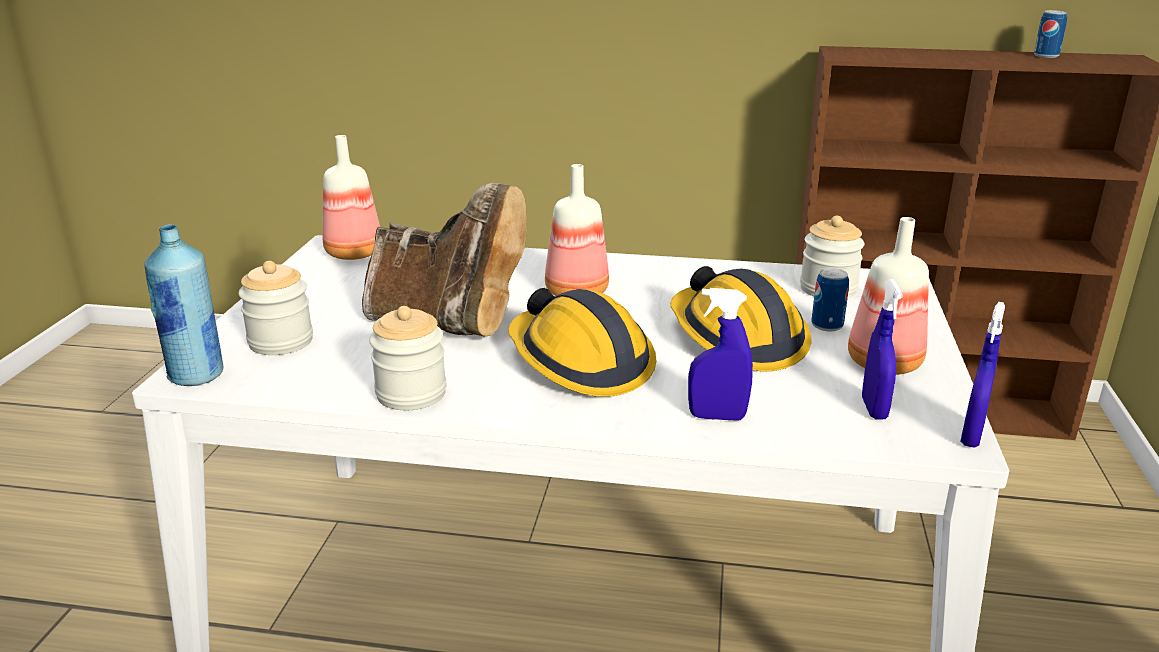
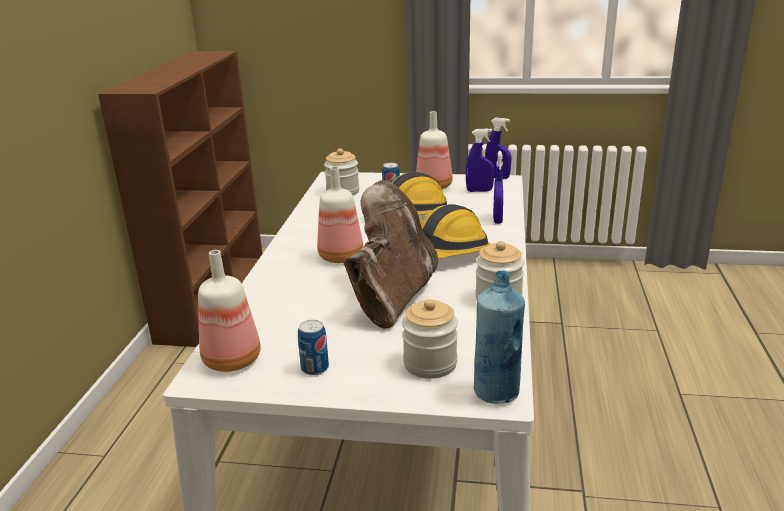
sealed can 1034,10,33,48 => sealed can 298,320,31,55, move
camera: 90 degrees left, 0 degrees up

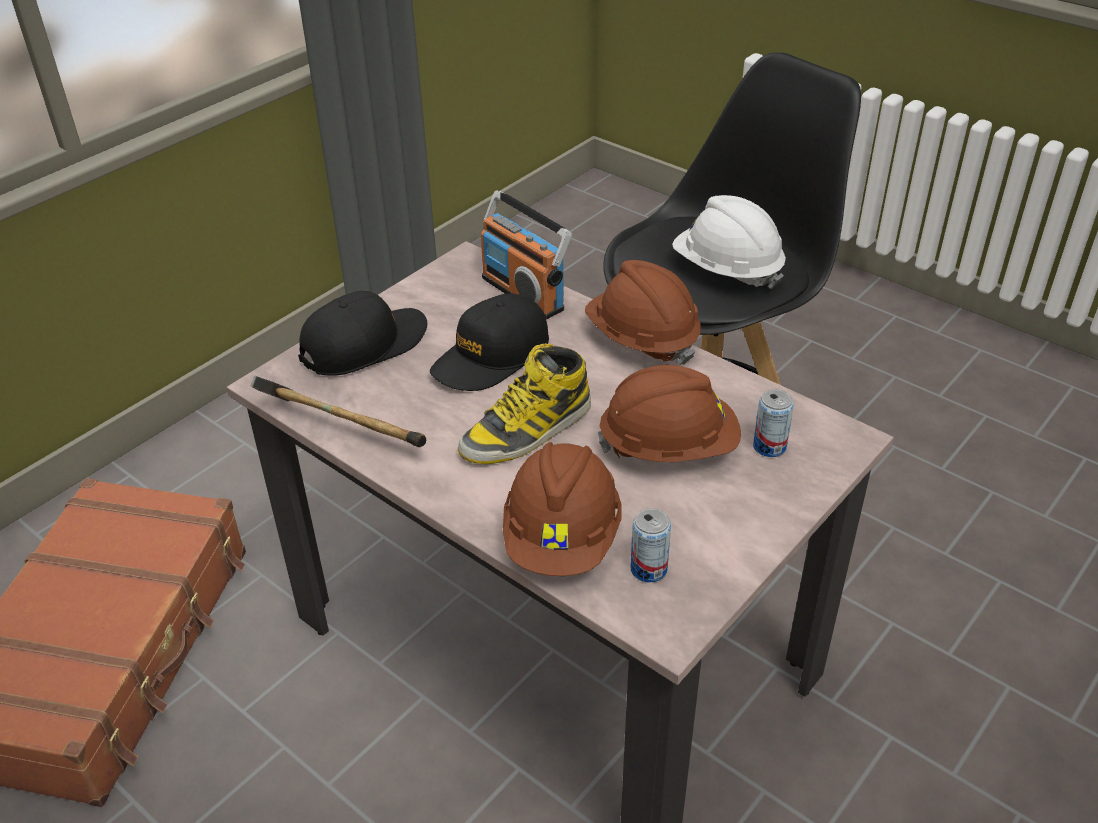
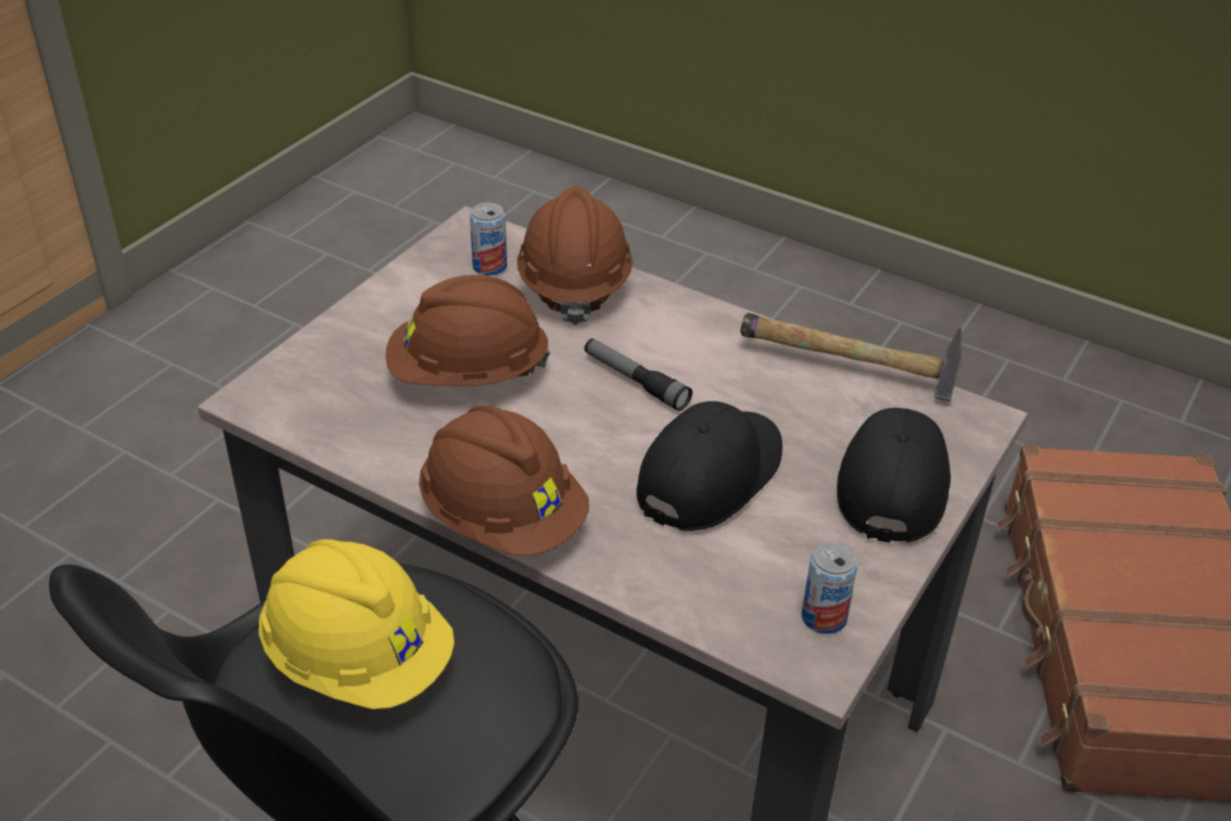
peaked cap (black) 298,291,129,85 => peaked cap (black) 837,408,114,135, 150 degrees clockwise
tall boot 458,343,133,121 => flashlight 584,338,109,73
radio 481,190,91,129 => nothing
hard hat (white-coloured) 672,195,114,94 => hard hat (yellow-coloured) 259,539,195,170
sealed can 753,389,41,68 => sealed can 802,542,56,92, move
camera: 170 degrees right, 0 degrees up

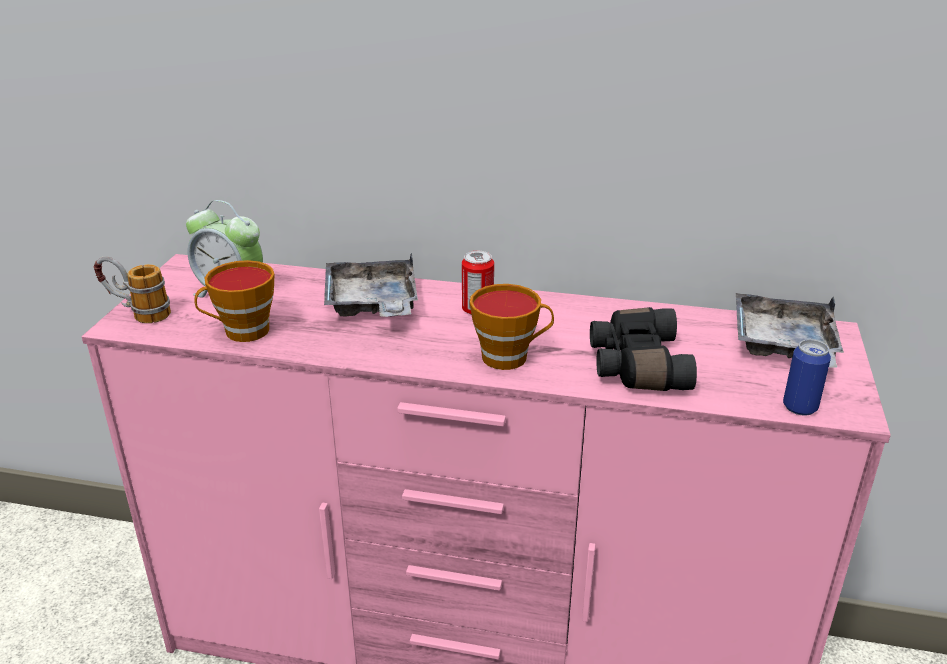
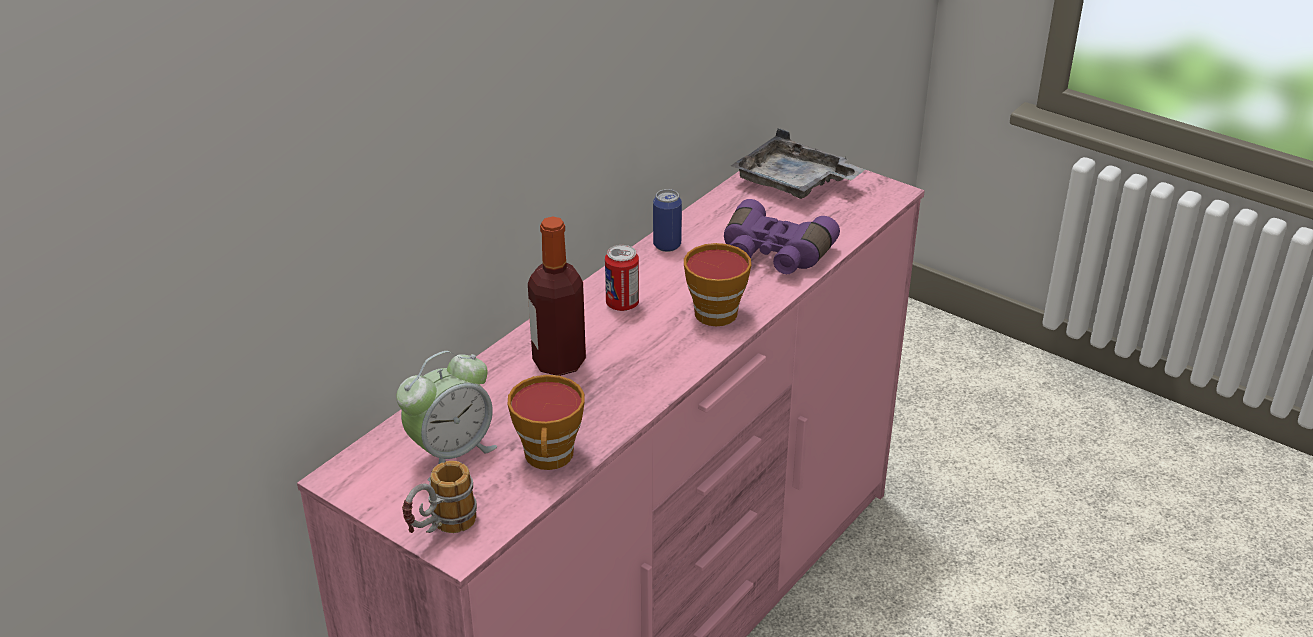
tray (gray) 324,252,94,65 => drink bottle 528,216,58,160
field glasses (black) 590,307,107,84 => field glasses (purple-coloured) 724,199,116,75
sealed can 783,339,48,77 => sealed can 653,189,29,63, move
camera: 65 degrees left, 5 degrees up

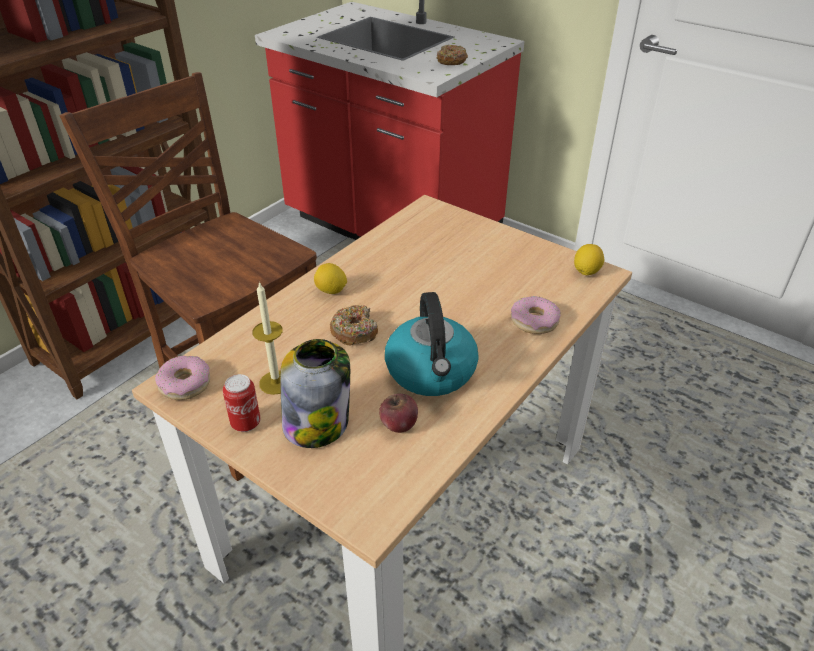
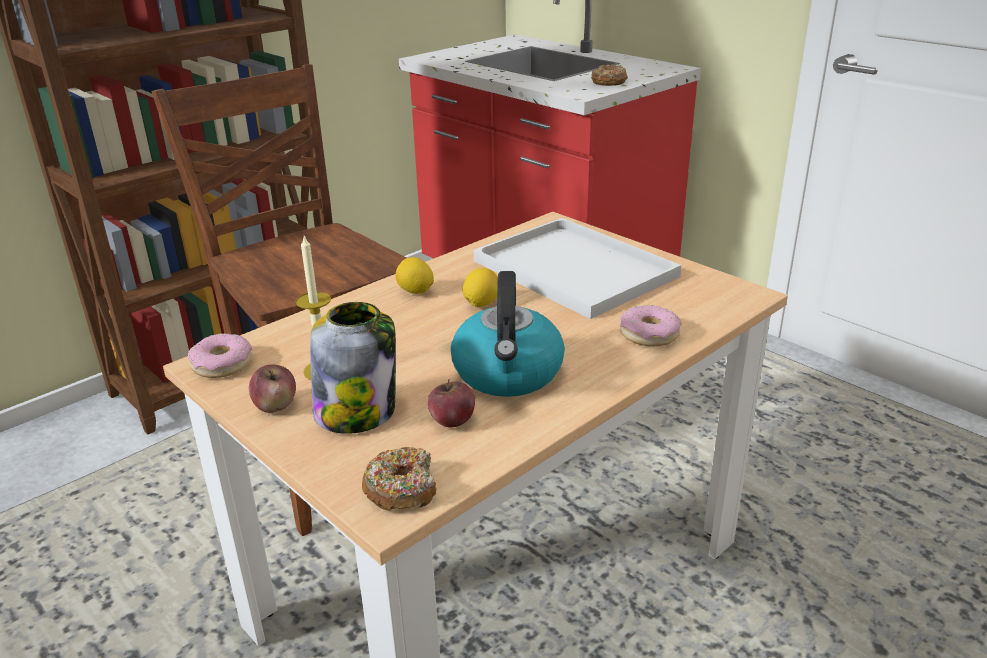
sealed can 223,374,38,58 => apple 249,365,47,48
doughnut 330,305,48,40 => doughnut 362,447,74,64, move
lemon 574,244,30,32 => lemon 463,268,35,39, move
nothing => tray (white-coloured) 474,218,207,101
camera: 10 degrees right, 10 degrees down

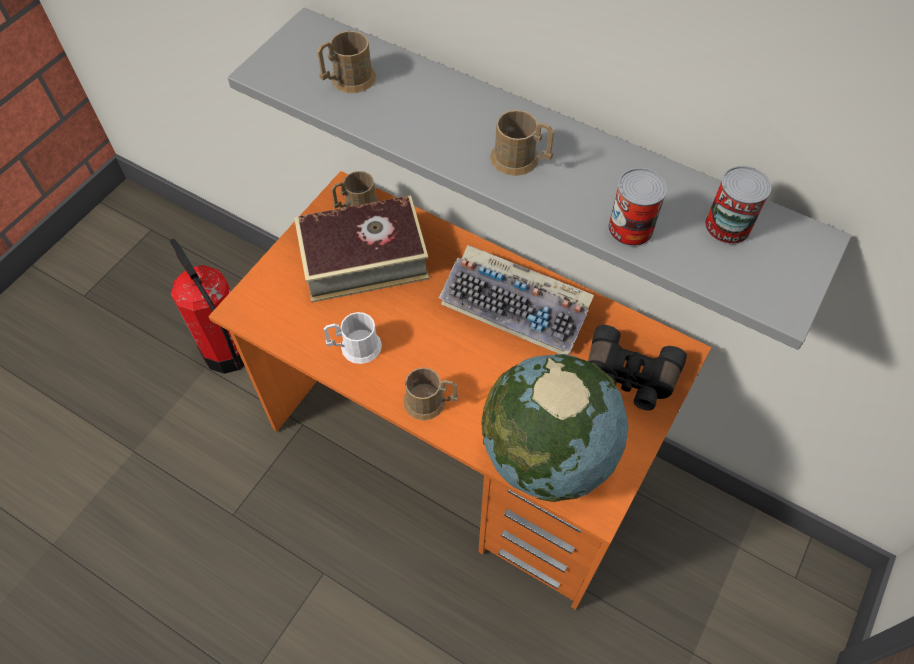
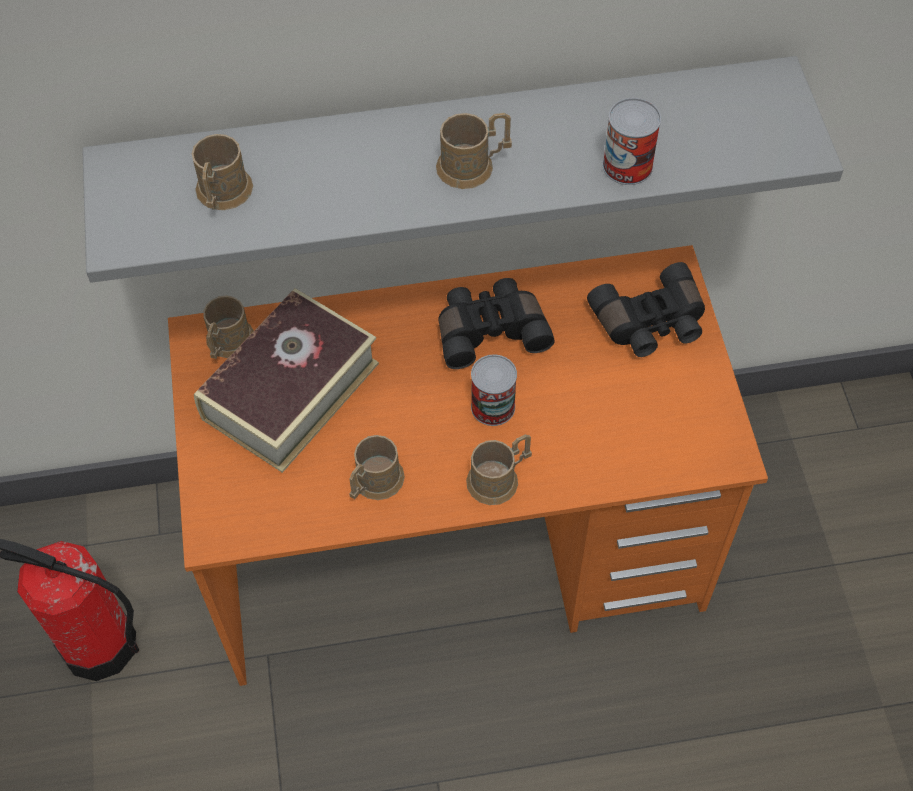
tea mug (white-coloured) 324,312,58,52 => tea mug (brown) 349,435,56,65
PC keyboard 439,245,155,109 => field glasses (black) 439,278,116,91
world globe 481,354,148,148 => nothing
sealed can 705,166,67,79 => sealed can 471,355,46,71, move
camera: 40 degrees left, 0 degrees up

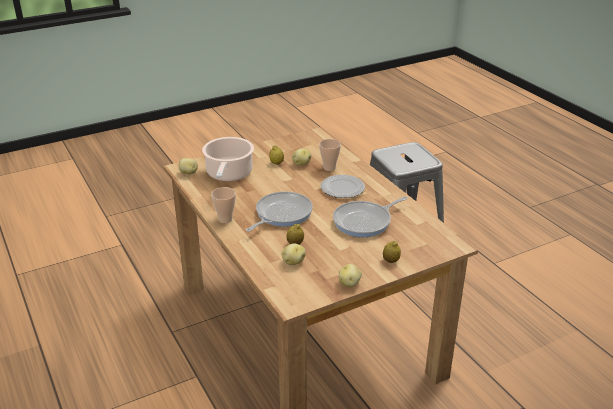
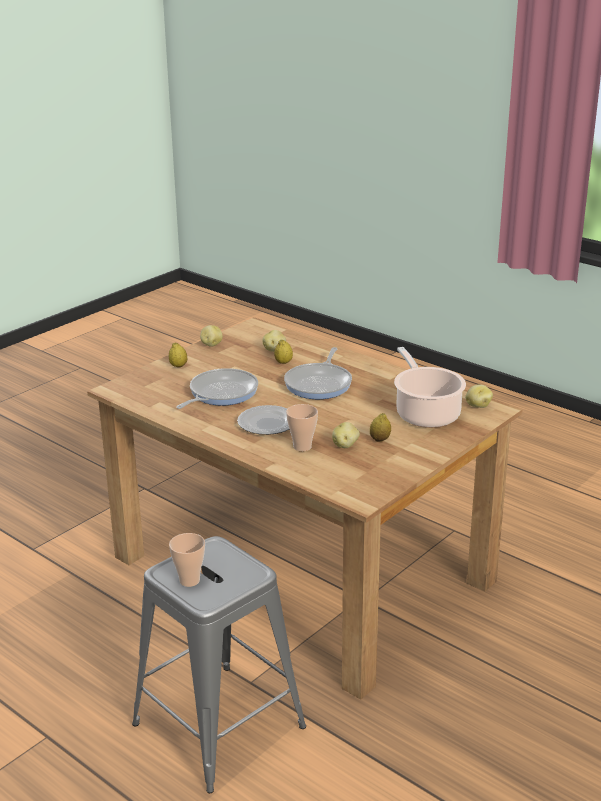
cup 211,187,25,36 => cup 169,533,36,54, move
camera: 160 degrees right, 5 degrees down

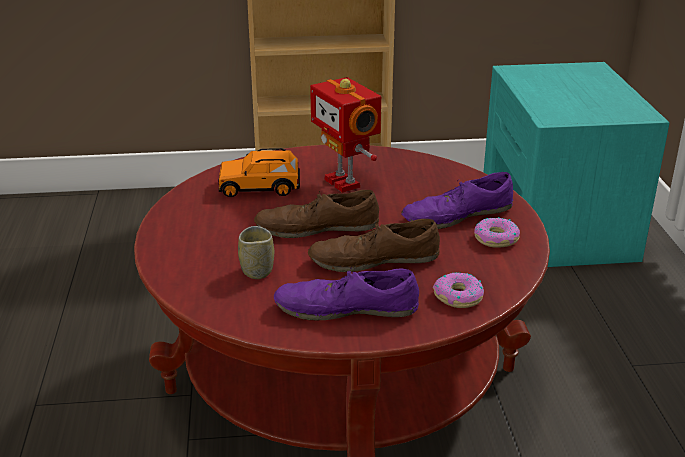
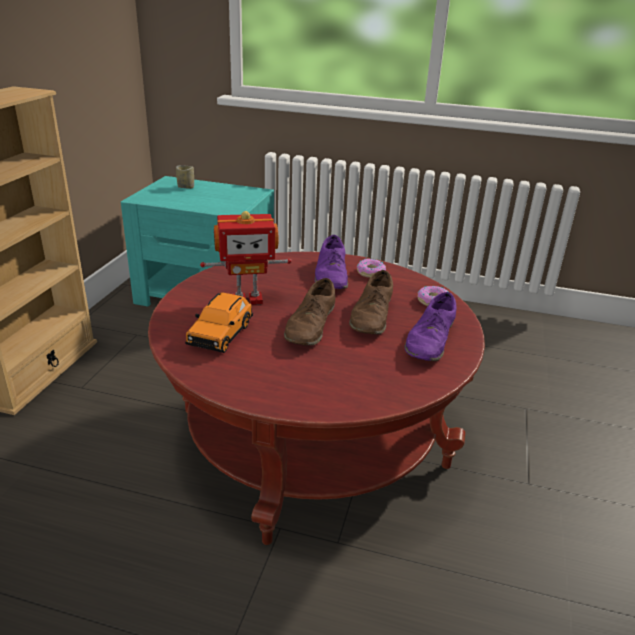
cup 238,226,36,53 => cup 176,165,18,24, move
camera: 70 degrees left, 0 degrees up

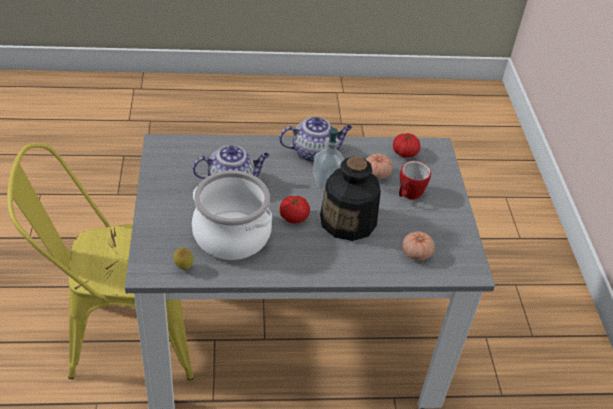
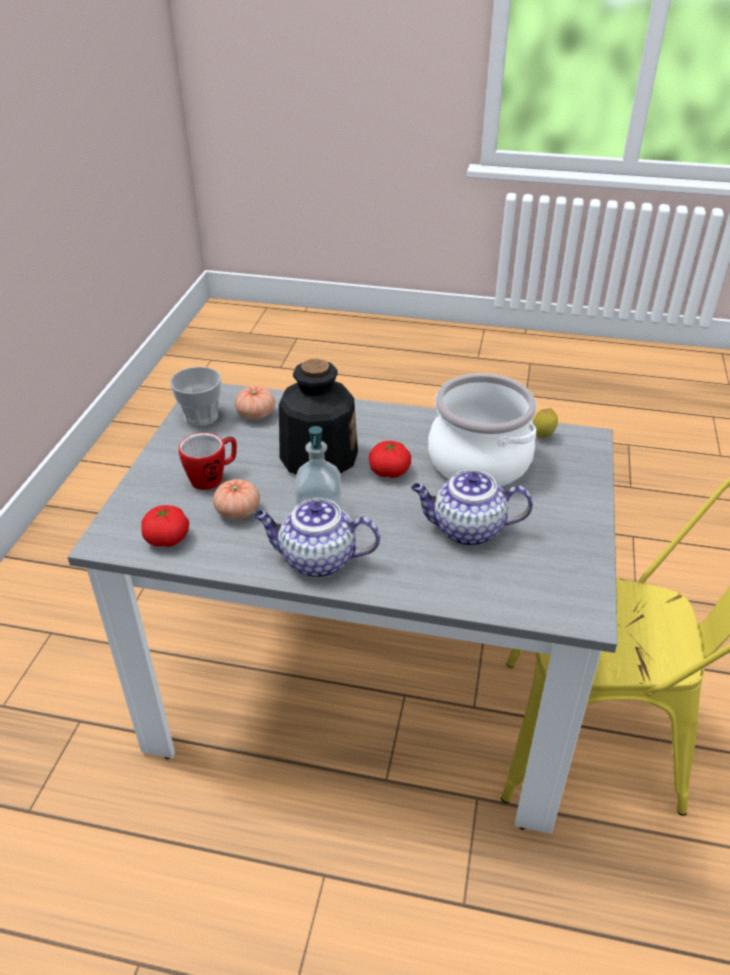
nothing => cup 170,367,51,60
camera: 160 degrees left, 5 degrees down

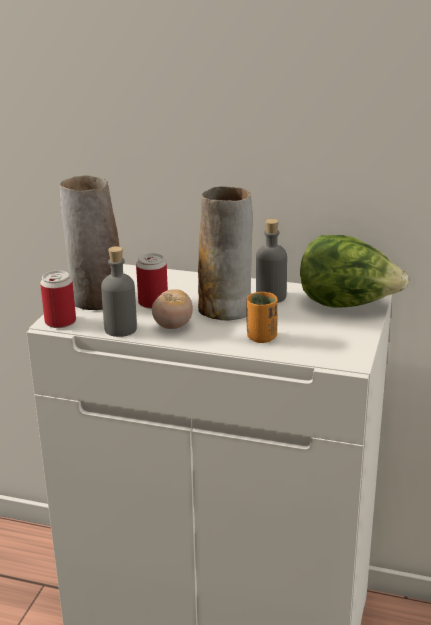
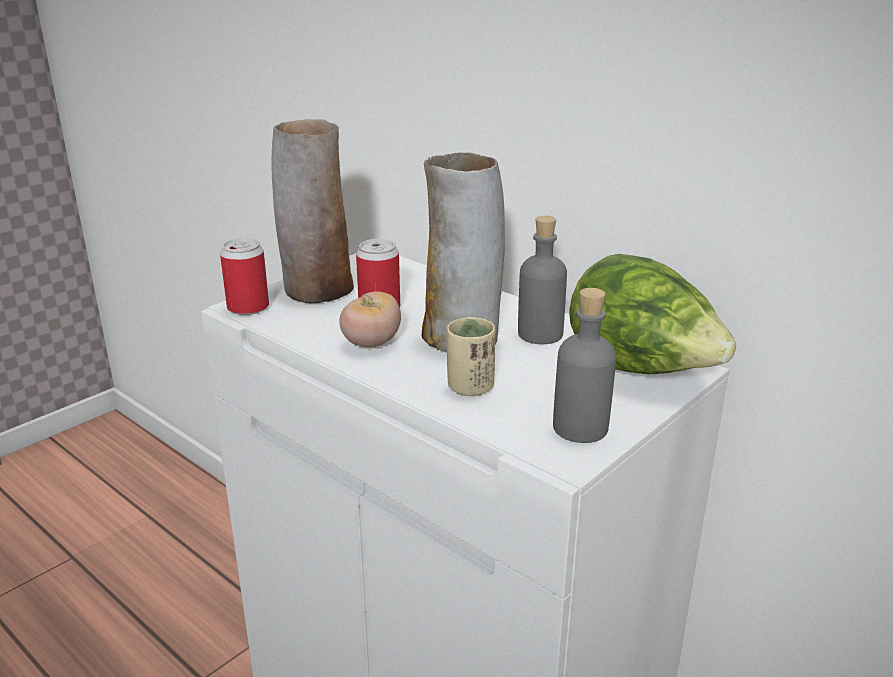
drink bottle (gray) 101,246,36,91 => drink bottle (gray) 553,288,63,155, move
cup (orange-coloured) 246,292,32,51 => cup (sand-coloured) 447,317,48,80
camera: 25 degrees right, 0 degrees up

